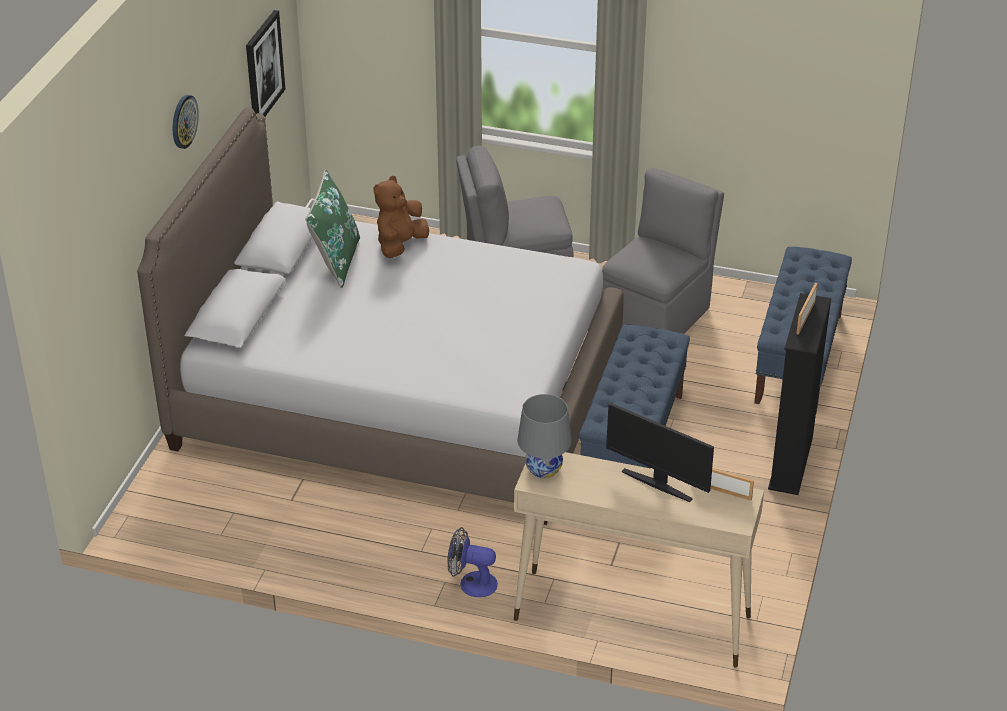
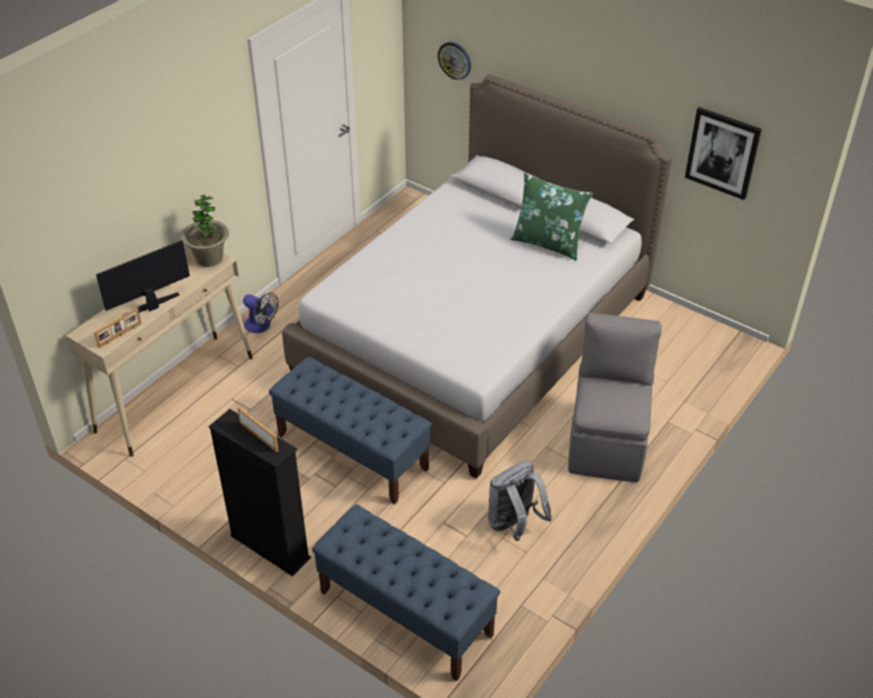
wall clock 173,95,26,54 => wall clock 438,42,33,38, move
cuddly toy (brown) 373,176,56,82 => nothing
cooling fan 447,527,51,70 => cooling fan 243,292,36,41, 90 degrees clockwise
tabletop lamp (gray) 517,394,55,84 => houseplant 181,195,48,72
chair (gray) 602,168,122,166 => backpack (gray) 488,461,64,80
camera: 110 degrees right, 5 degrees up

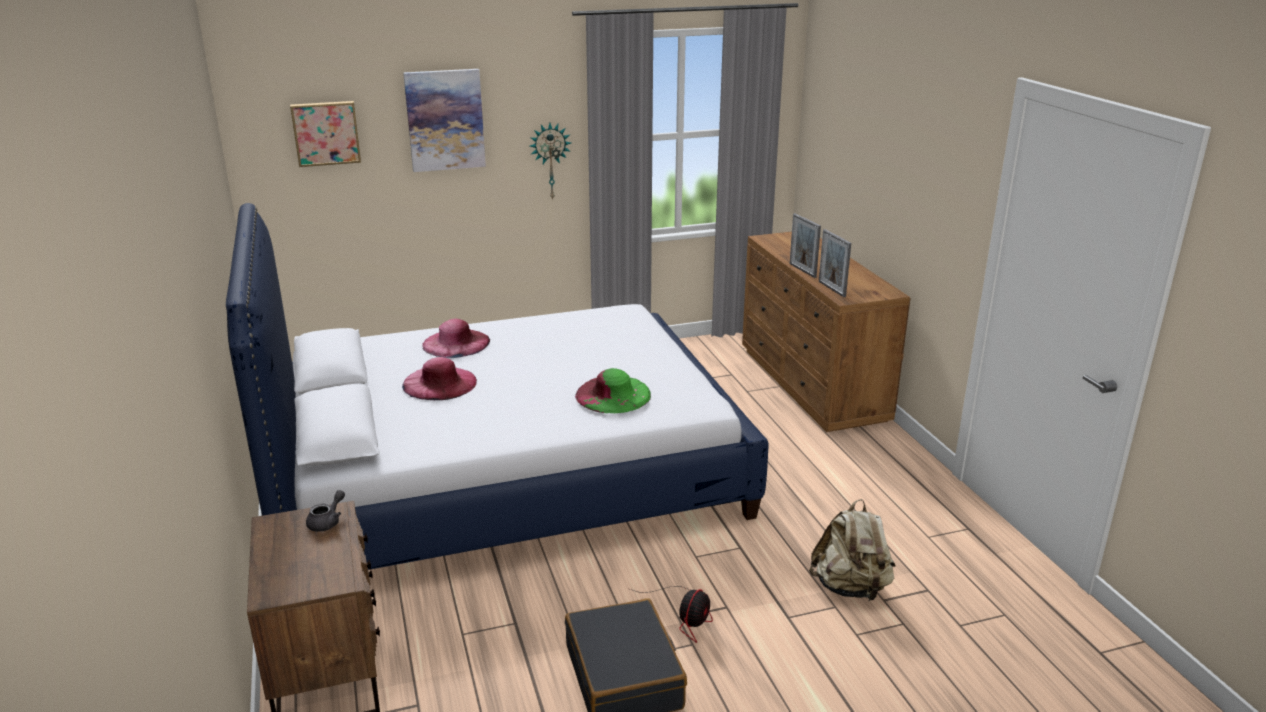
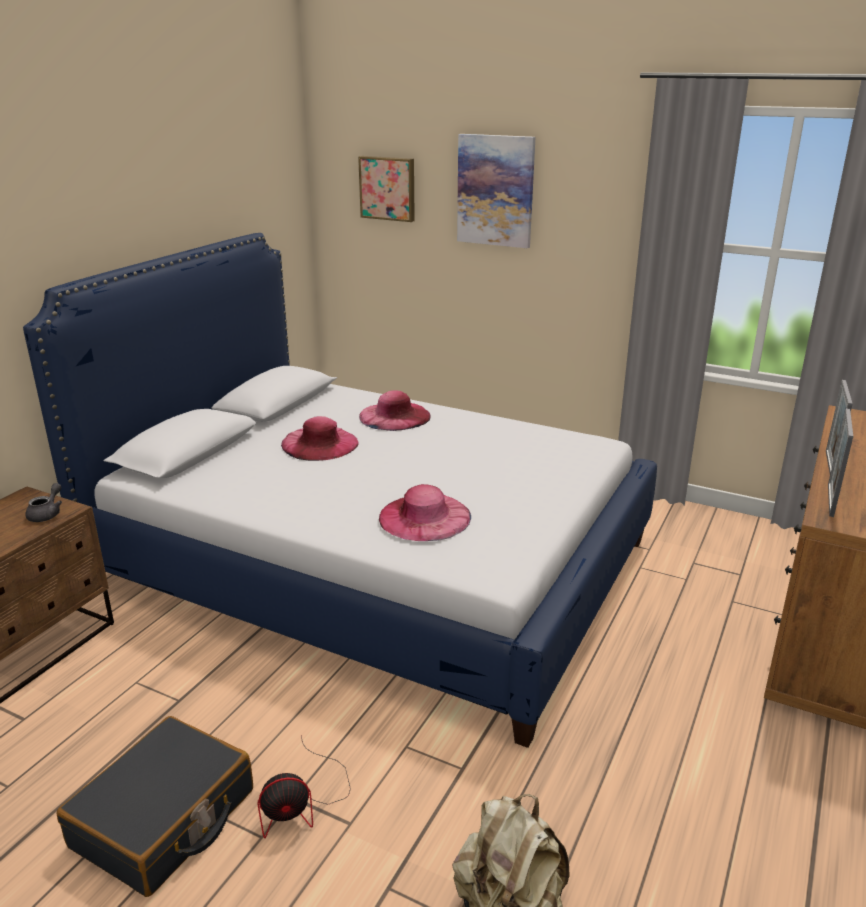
pot for tea (gray) 306,490,39,42 => pot for tea (gray) 25,483,37,39, 60 degrees counterclockwise
wall clock 530,123,41,78 => nothing
clothing hat (green) 575,368,76,45 => clothing hat (pink-coloured) 379,484,92,57
camera: 45 degrees right, 0 degrees up

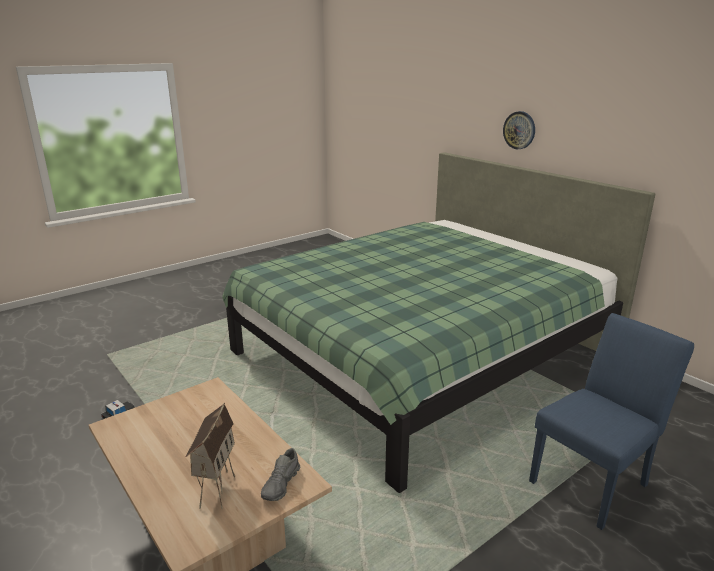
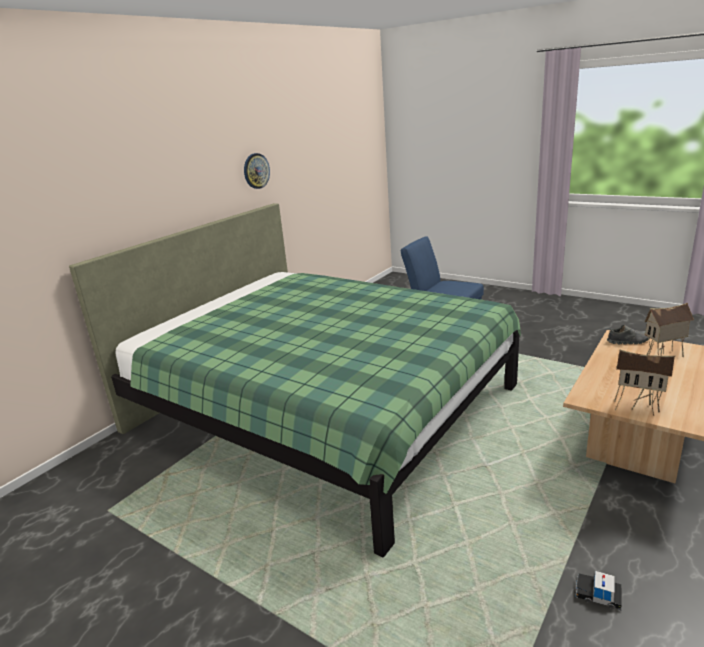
wall clock 503,111,32,38 => wall clock 244,153,26,36, move
nothing => model house 614,349,61,67
camera: 105 degrees left, 0 degrees up

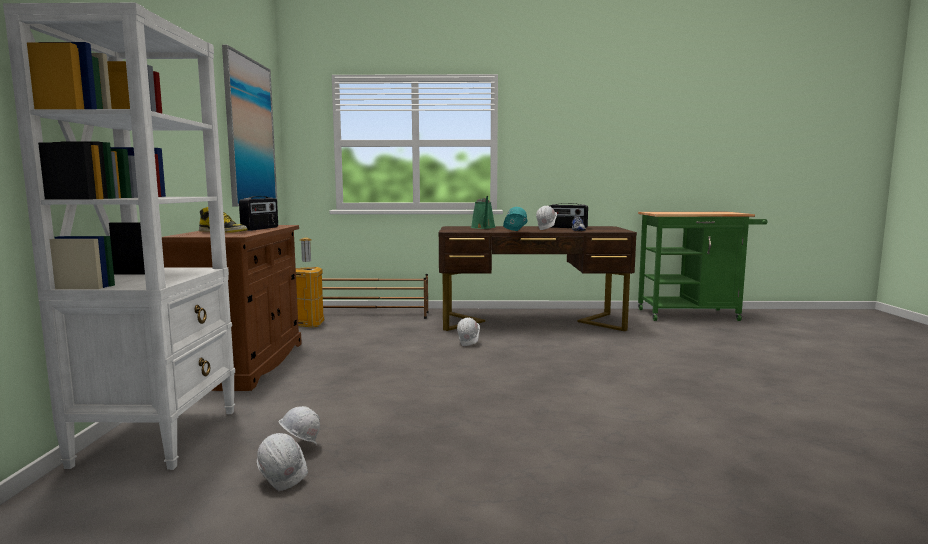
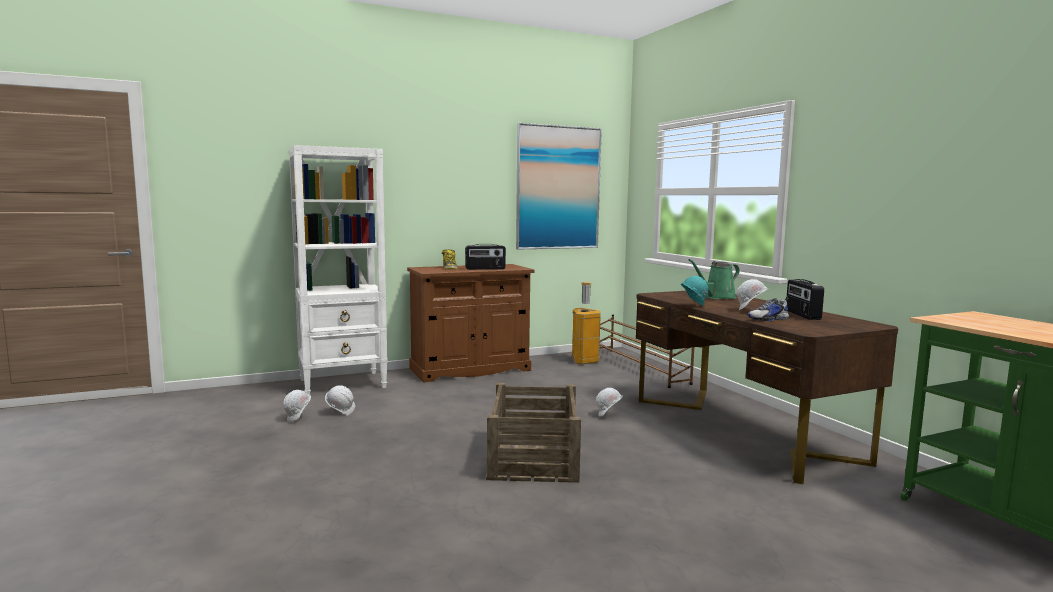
nothing => packing crate 486,383,95,100
camera: 65 degrees right, 0 degrees up

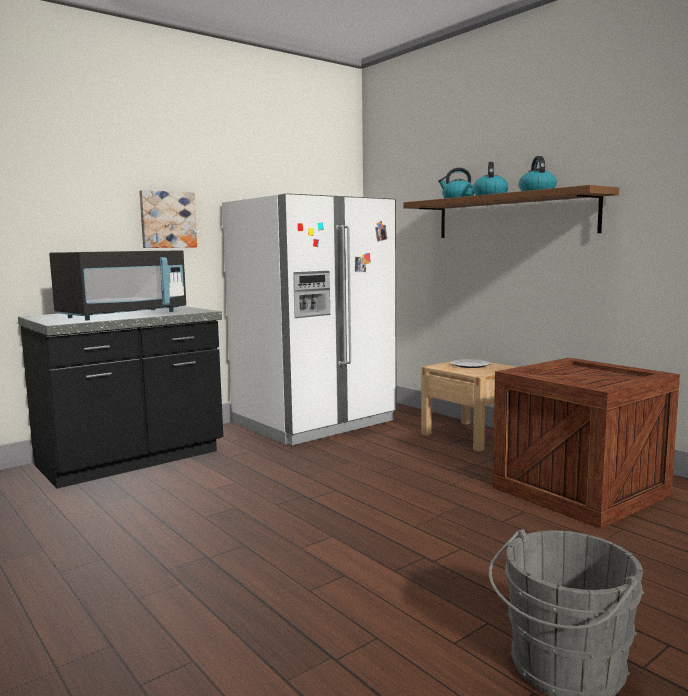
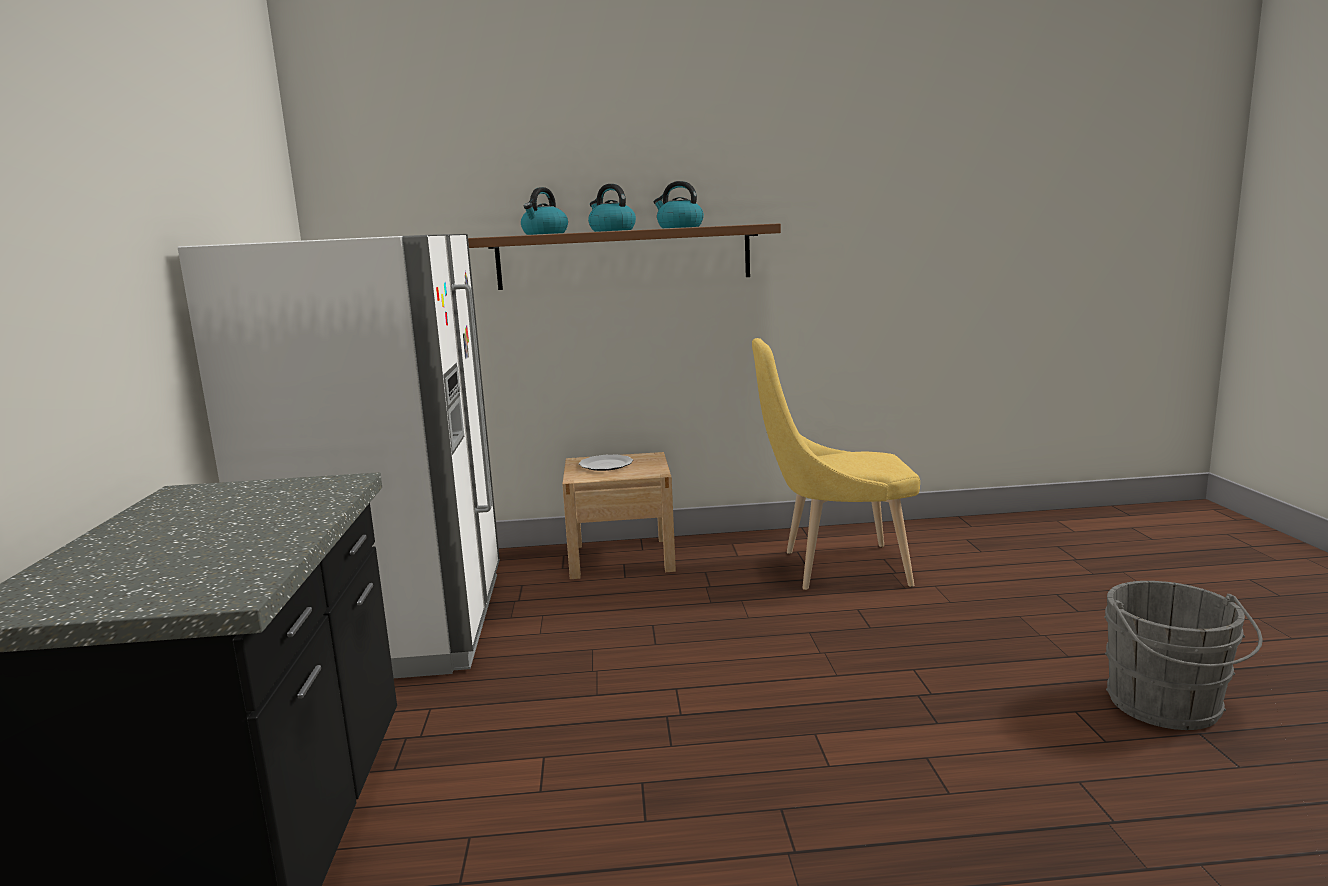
kitchen microwave (black) 49,250,137,70 => nothing
wall picture 139,190,58,58 => nothing
packing crate 492,358,188,171 => chair (yellow-coloured) 752,338,168,252
camera: 55 degrees left, 5 degrees up

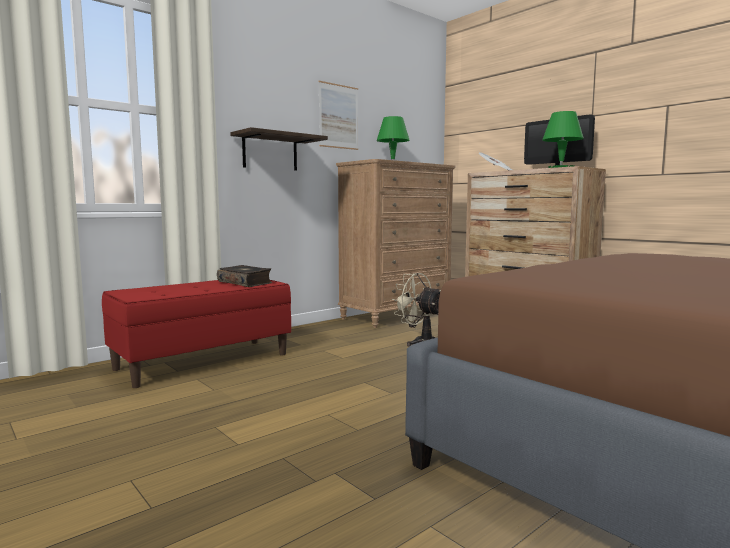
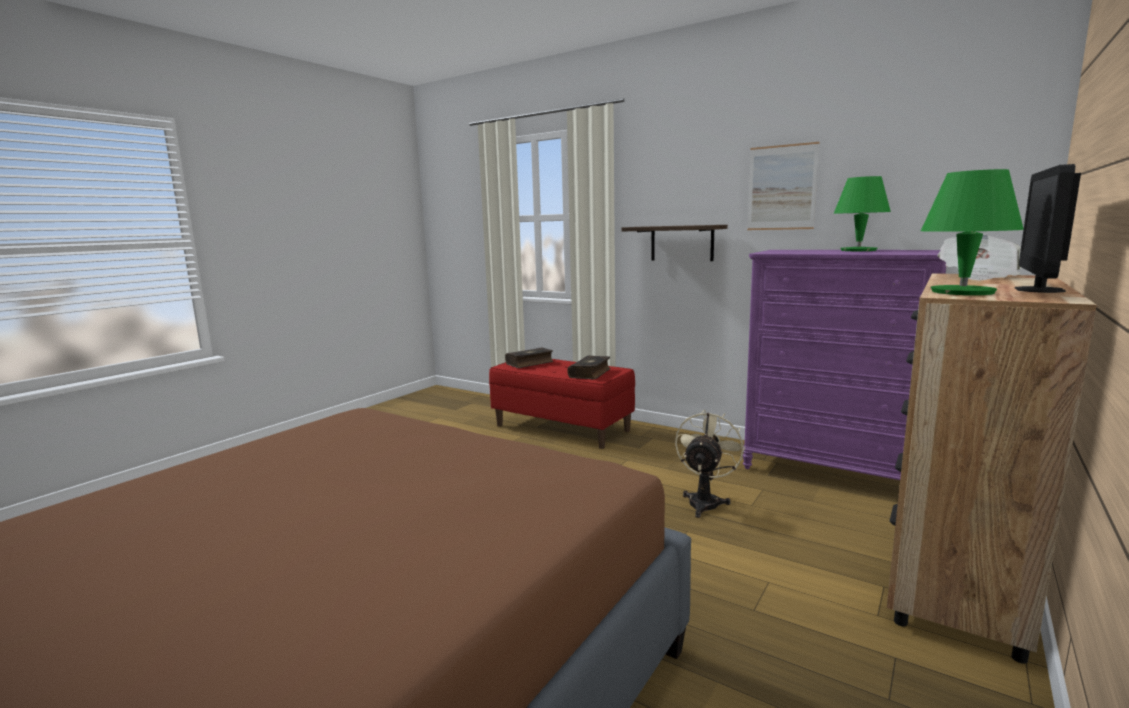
dresser (brown) 336,159,120,169 => dresser (purple-coloured) 743,250,203,230
nothing => book 505,347,49,21
camera: 75 degrees right, 5 degrees up

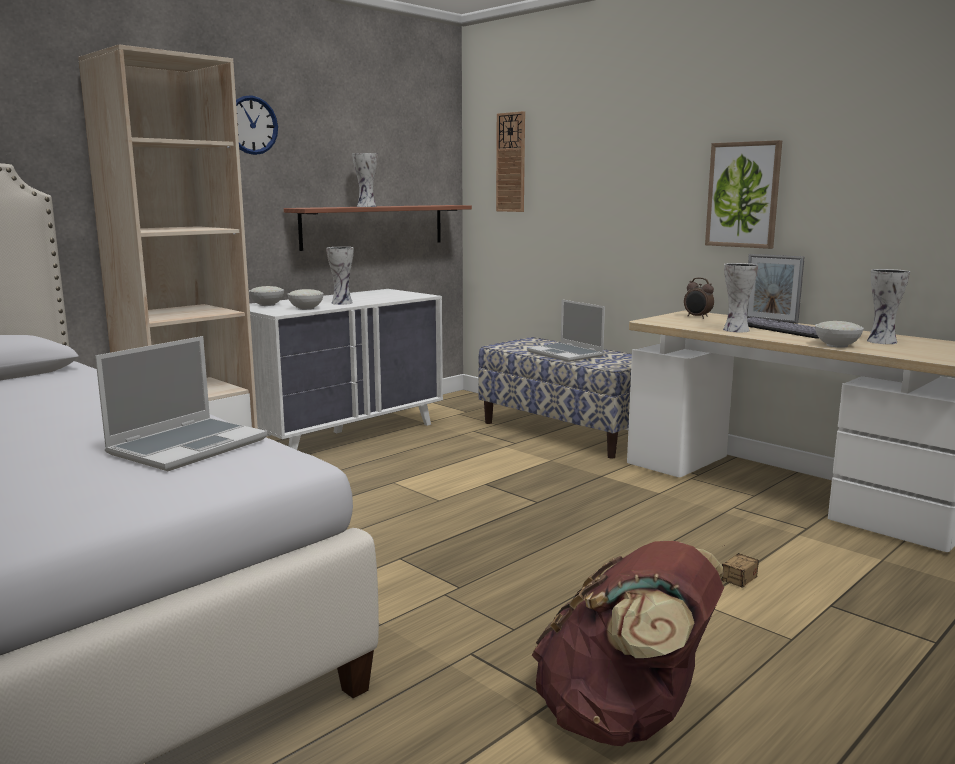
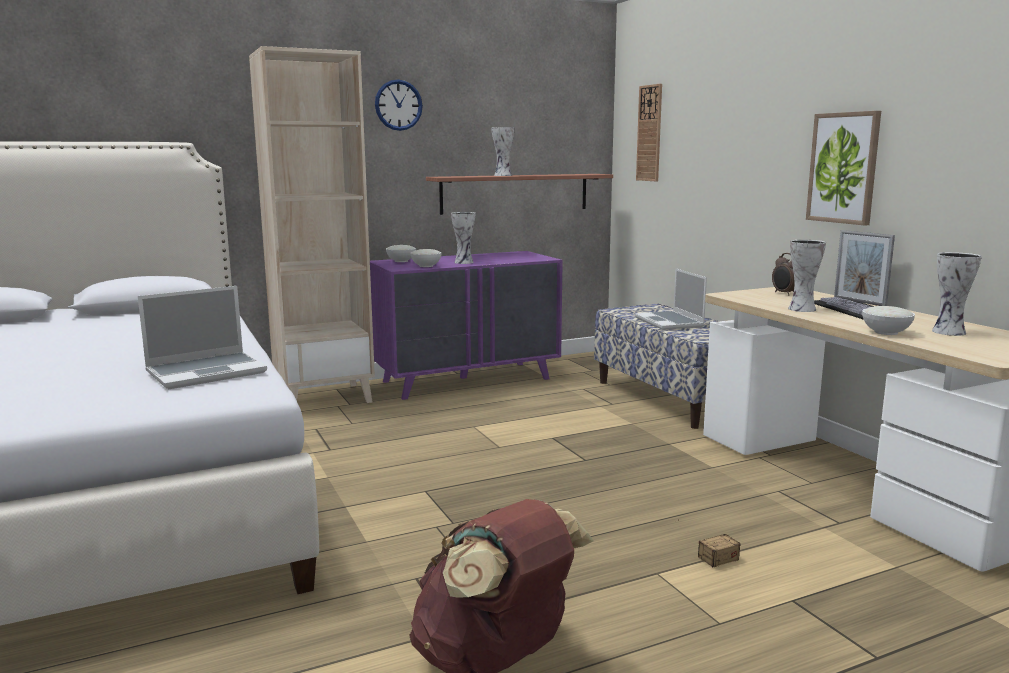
dresser (white-coloured) 249,289,194,161 => dresser (purple-coloured) 370,251,193,149
camera: 20 degrees right, 0 degrees up

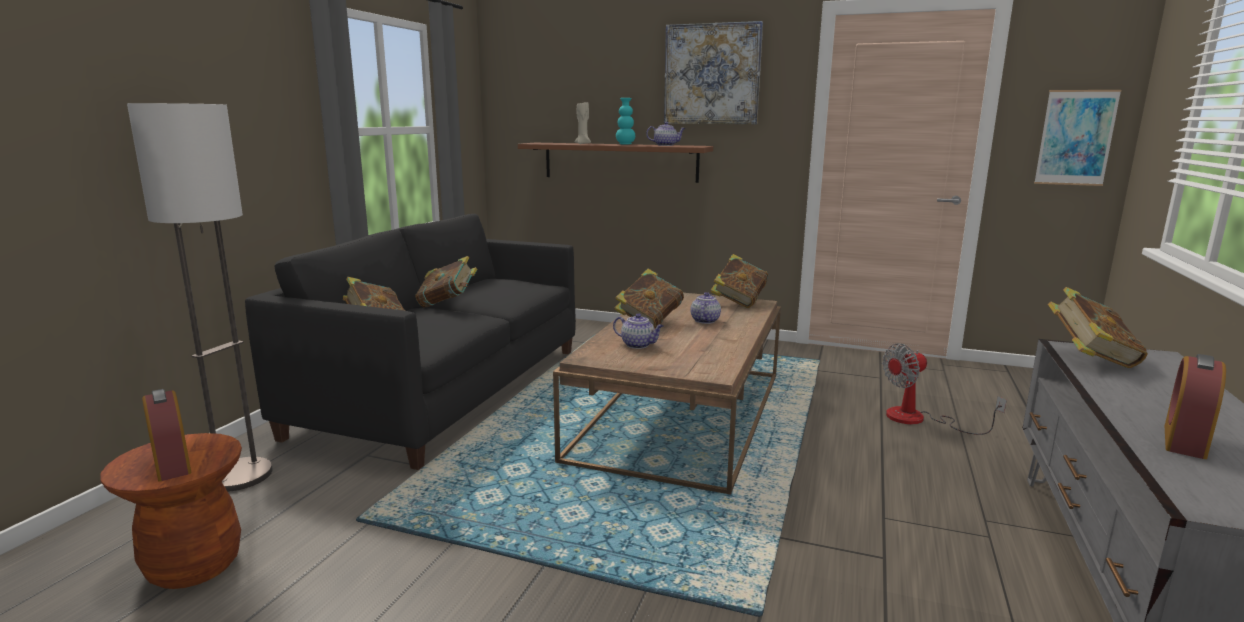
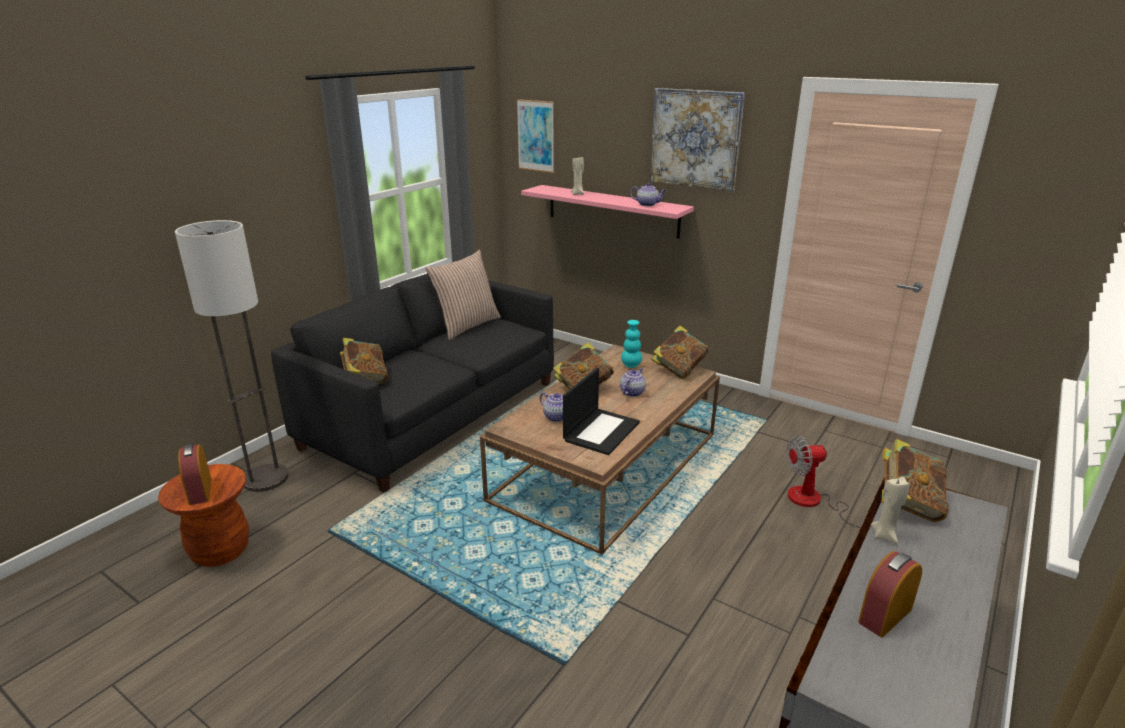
book 415,256,62,51 => nothing
wall shelf (brown) 518,143,195,40 => wall shelf (pink-coloured) 521,185,173,54
decorative vase (turquoise-coloured) 616,98,19,47 => decorative vase (turquoise-coloured) 621,320,21,48, move
wall picture 1034,90,87,96 => wall picture 517,99,37,74, move
nothing => throw pillow 425,250,76,90
nothing => portable computer 563,368,77,87
nothing => wax candle (sand-coloured) 871,477,39,67
camera: 15 degrees right, 10 degrees up

